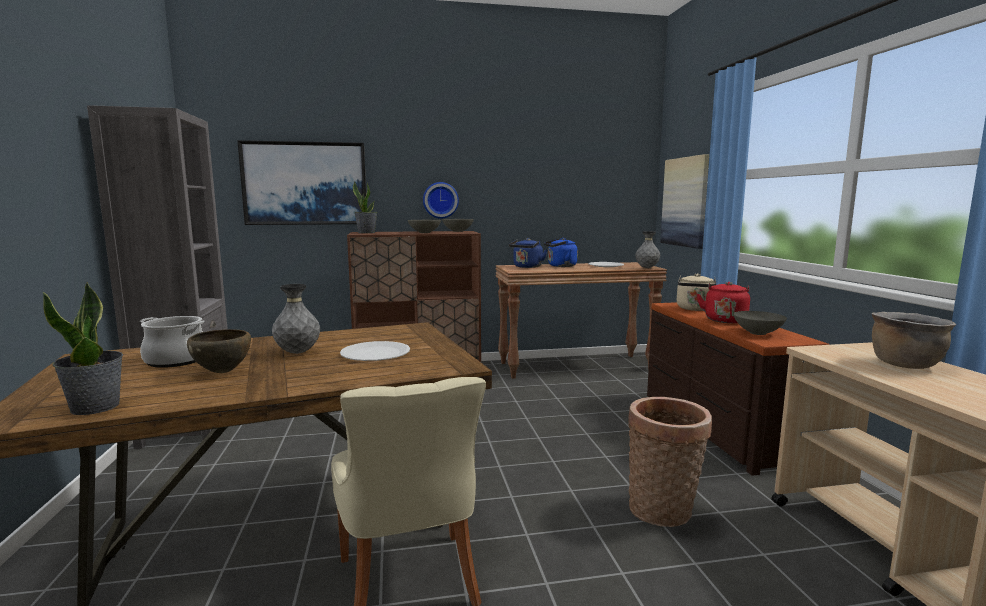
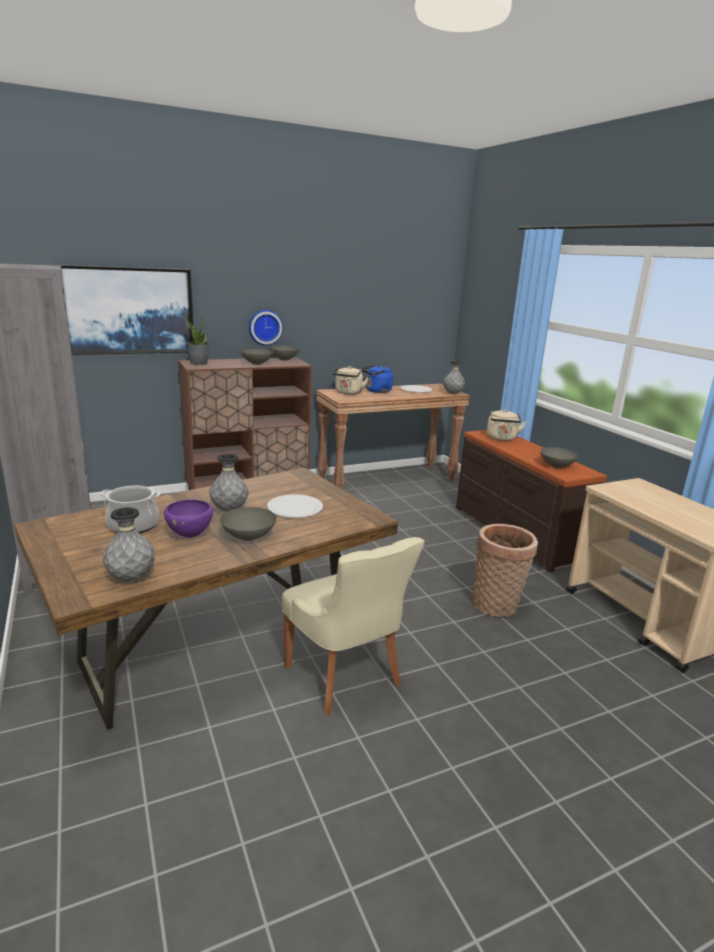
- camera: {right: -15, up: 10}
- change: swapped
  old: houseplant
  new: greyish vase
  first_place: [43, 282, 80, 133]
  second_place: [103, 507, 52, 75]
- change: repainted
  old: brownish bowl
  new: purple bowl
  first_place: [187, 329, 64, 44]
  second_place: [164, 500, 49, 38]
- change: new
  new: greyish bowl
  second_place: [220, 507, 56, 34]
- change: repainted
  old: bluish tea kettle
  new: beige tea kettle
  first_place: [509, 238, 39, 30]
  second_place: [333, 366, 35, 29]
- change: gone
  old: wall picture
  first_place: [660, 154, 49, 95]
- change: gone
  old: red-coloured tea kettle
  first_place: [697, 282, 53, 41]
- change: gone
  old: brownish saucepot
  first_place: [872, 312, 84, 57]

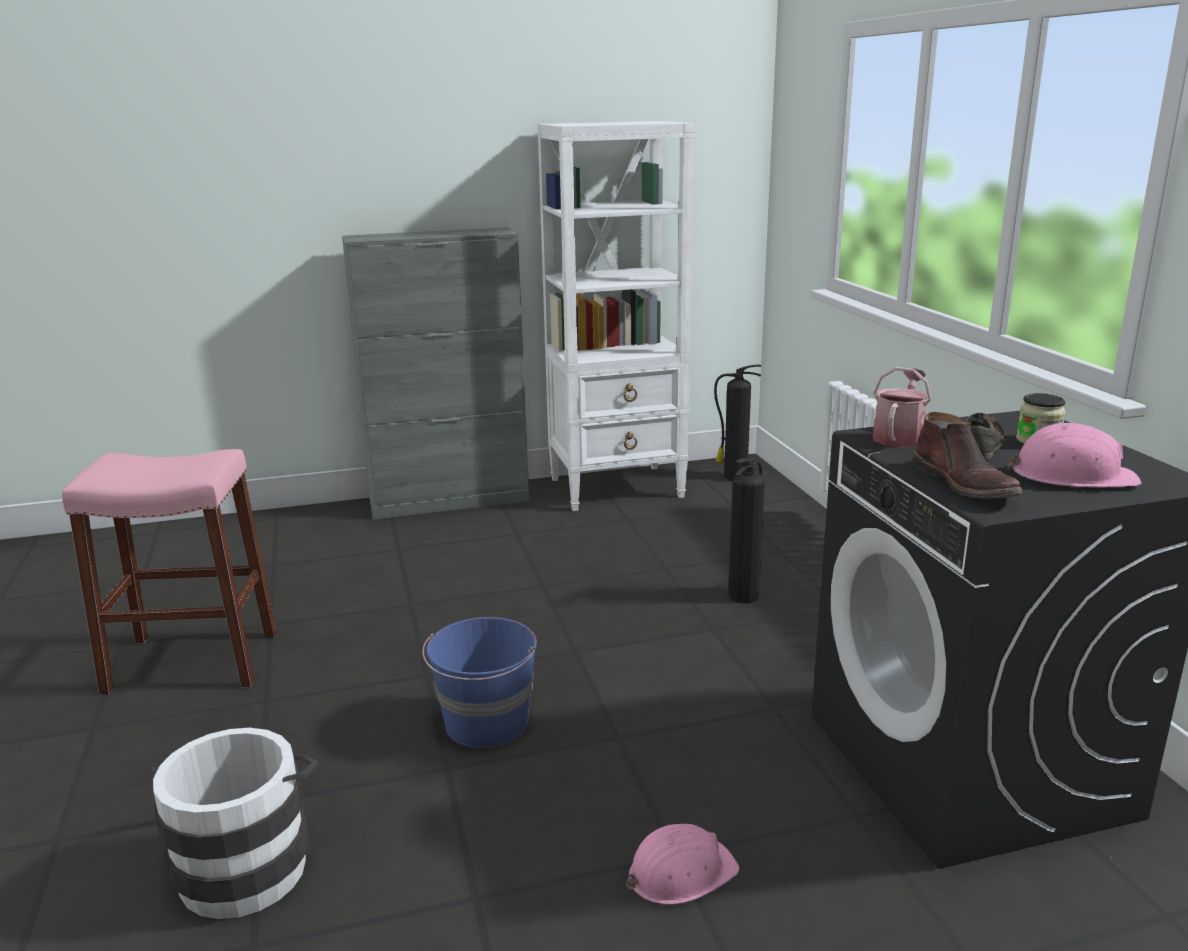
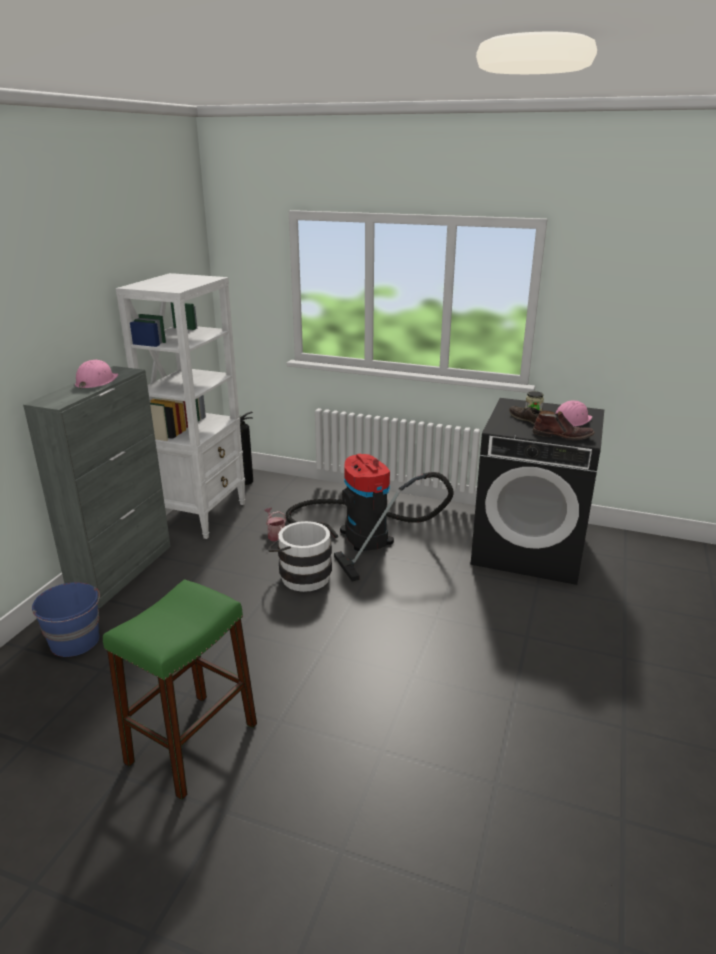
- camera: {right: -55, up: 5}
- change: shifted
  old: bluish water bucket
  first_place: [422, 617, 115, 131]
  second_place: [32, 582, 68, 75]
- change: shifted
  old: pinkish safety helmet
  first_place: [626, 824, 113, 81]
  second_place: [75, 360, 43, 29]
- change: repainted
  old: pinkish stool
  new: green stool
  first_place: [62, 449, 215, 245]
  second_place: [103, 579, 154, 221]
- change: shifted
  old: sprinkling can
  first_place: [872, 367, 59, 80]
  second_place: [264, 508, 22, 33]
- change: shifted
  old: white-coloured water bucket
  first_place: [151, 728, 168, 191]
  second_place: [268, 521, 64, 71]
- change: swapped
  old: fire-fighting cylinder
  new: vacuum cleaner
  first_place: [728, 458, 37, 145]
  second_place: [286, 453, 168, 128]

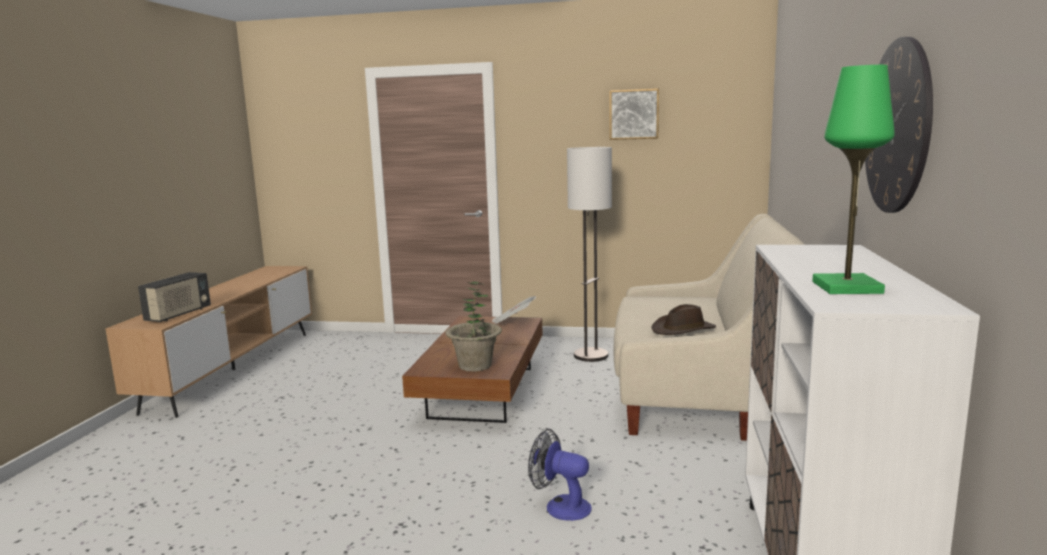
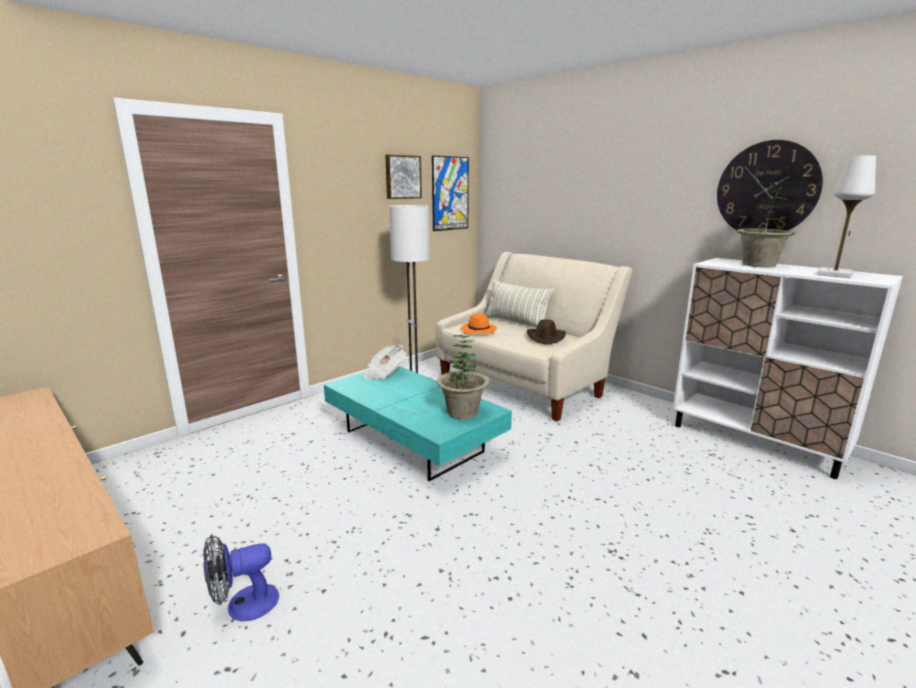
- camera: {right: -55, up: 5}
- change: shifted
  old: fan
  first_place: [528, 429, 64, 92]
  second_place: [203, 535, 76, 86]
- change: repainted
  old: brownish lounge table
  new: blue-green lounge table
  first_place: [402, 316, 141, 107]
  second_place: [324, 366, 188, 115]
- change: new
  new: wall picture
  second_place: [432, 156, 37, 75]
- change: new
  new: orange clothing hat
  second_place: [461, 313, 36, 21]
- change: new
  new: pillow
  second_place: [485, 280, 69, 47]
- change: new
  new: houseplant
  second_place: [736, 183, 59, 85]
- change: repainted
  old: green tabletop lamp
  new: white-coloured tabletop lamp
  first_place: [813, 65, 82, 229]
  second_place: [817, 155, 59, 123]
- change: gone
  old: radio
  first_place: [138, 272, 73, 50]

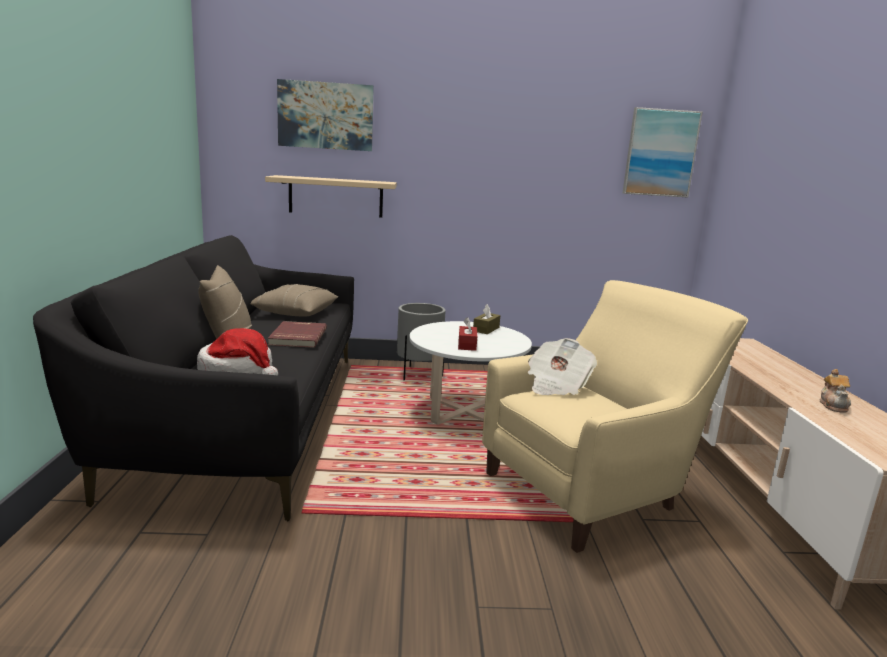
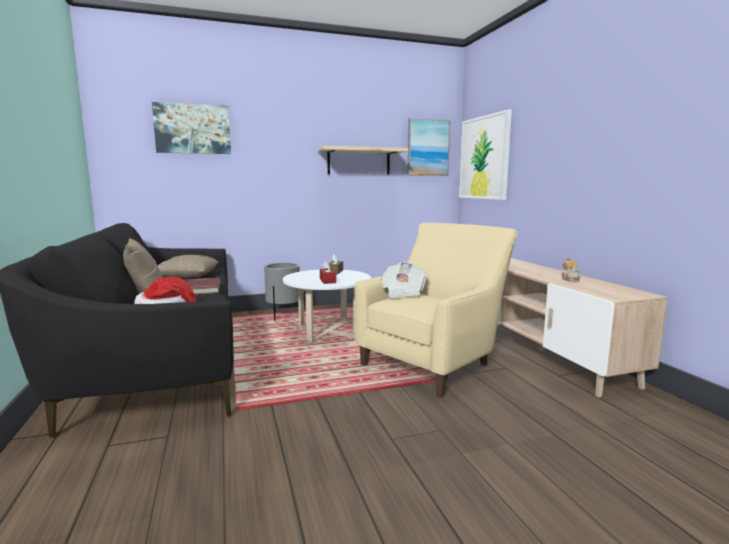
- camera: {right: -15, up: -5}
- change: shifted
  old: beige bracket shelf
  first_place: [265, 175, 132, 43]
  second_place: [318, 146, 90, 29]
- change: new
  new: wall picture
  second_place: [459, 109, 53, 91]

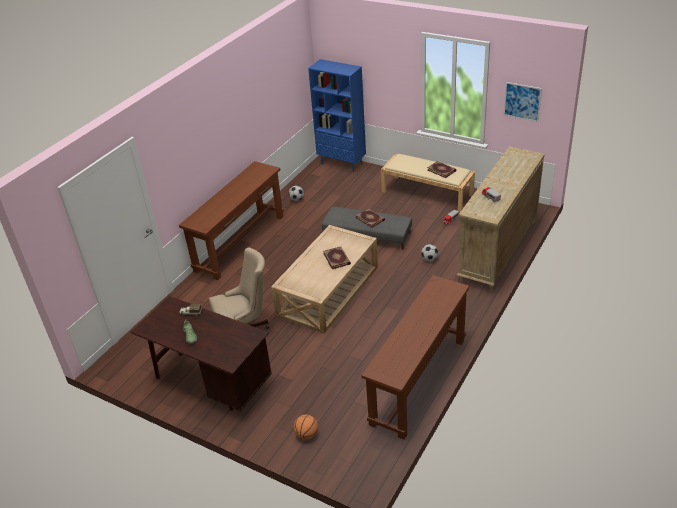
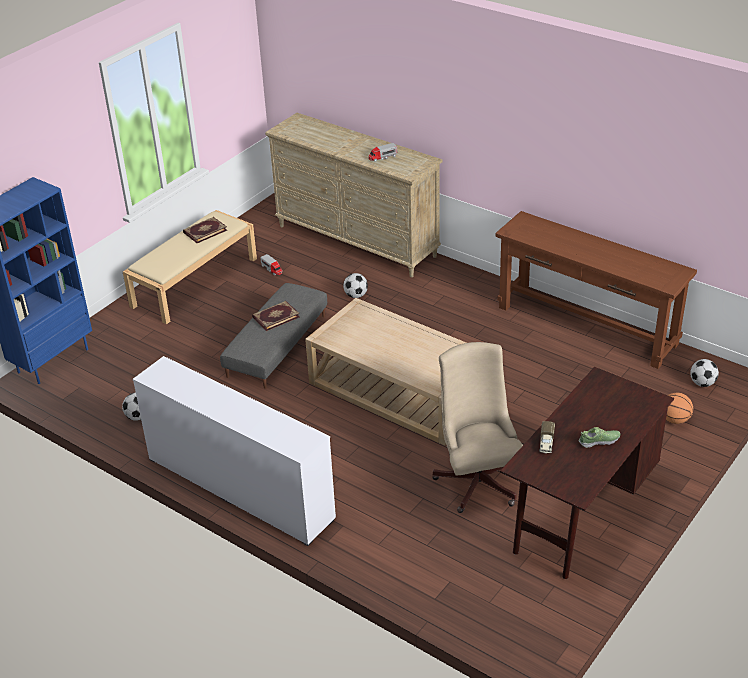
- camera: {right: -85, up: 0}
- change: swapped
  old: brownish console table
  new: white-coloured drawer chest
  first_place: [179, 161, 105, 119]
  second_place: [133, 356, 203, 190]
- change: new
  new: football ball
  second_place: [690, 359, 29, 28]
- change: gone
  old: bound book
  first_place: [323, 246, 28, 23]
- change: gone
  old: wall picture
  first_place: [504, 82, 38, 40]

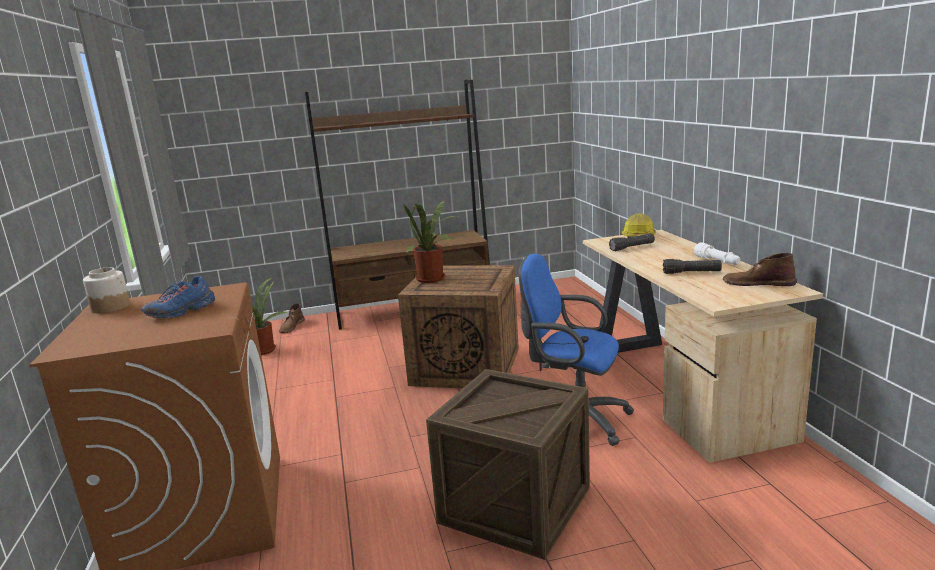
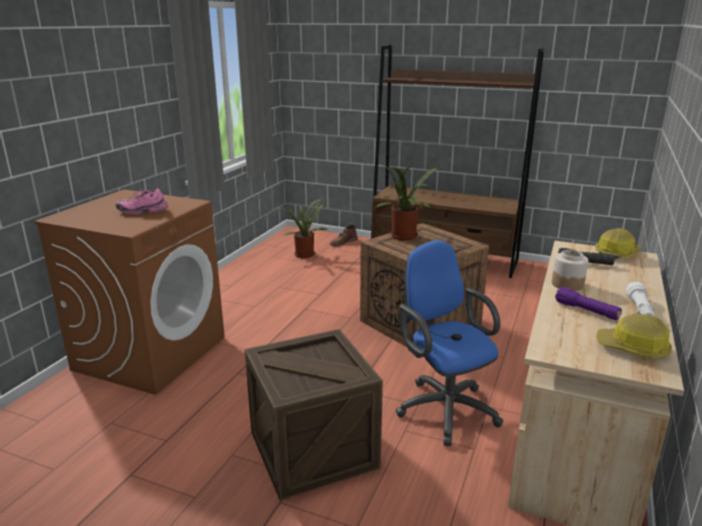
- camera: {right: 35, up: 5}
- change: repainted
  old: bluish low shoe
  new: pinkish low shoe
  first_place: [142, 276, 73, 43]
  second_place: [115, 189, 53, 26]
- change: shifted
  old: storage jar
  first_place: [83, 267, 47, 46]
  second_place: [552, 250, 36, 41]
- change: repainted
  old: black flashlight
  new: purple flashlight
  first_place: [663, 259, 59, 15]
  second_place: [555, 287, 67, 33]
- change: swapped
  old: brownish high-top boot
  new: safety helmet
  first_place: [723, 253, 73, 33]
  second_place: [596, 314, 76, 44]

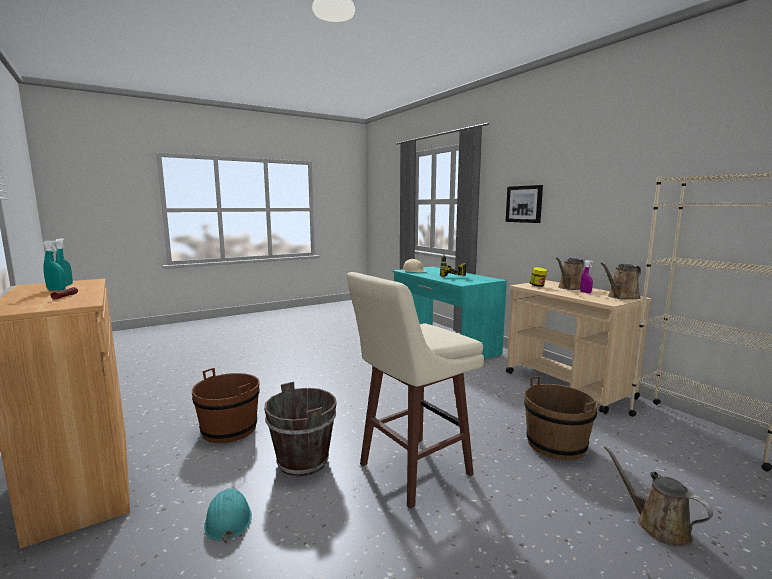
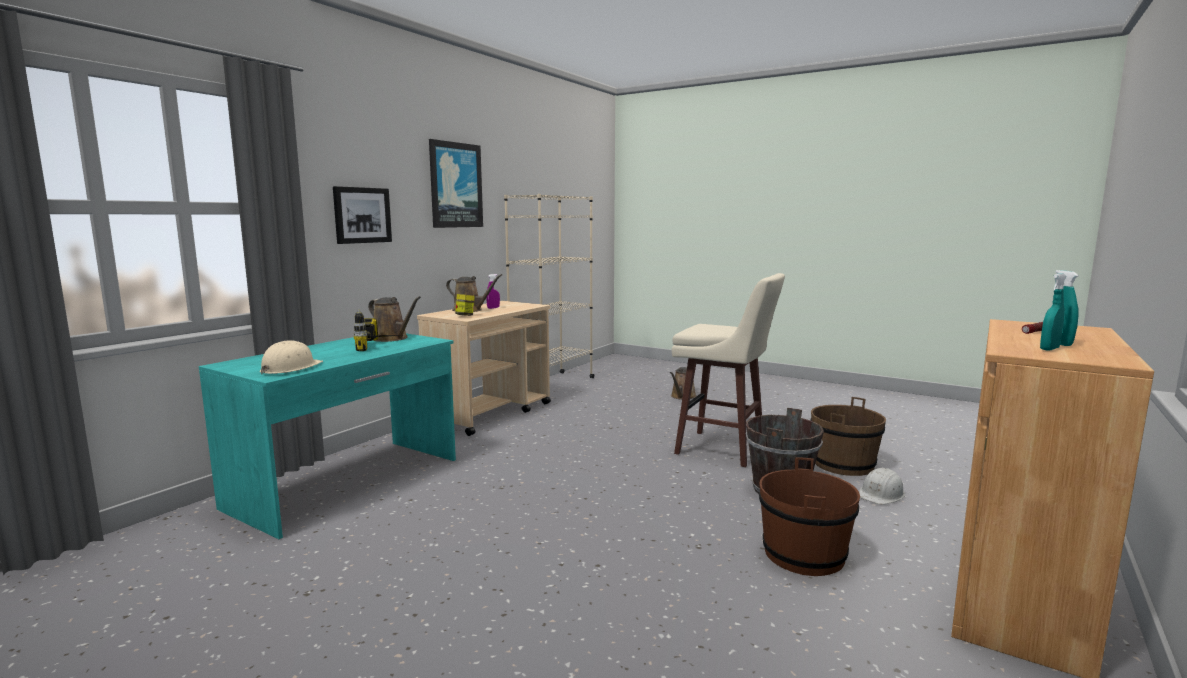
- camera: {right: -115, up: 0}
- change: shifted
  old: brownish sprinkling can
  first_place: [601, 263, 40, 37]
  second_place: [368, 296, 53, 46]
- change: new
  new: wall picture
  second_place: [429, 139, 54, 89]
- change: shifted
  old: brownish water bucket
  first_place: [524, 376, 74, 85]
  second_place: [811, 397, 75, 79]
- change: repainted
  old: blue-green safety helmet
  new: white-coloured safety helmet
  first_place: [204, 488, 48, 55]
  second_place: [859, 467, 46, 38]

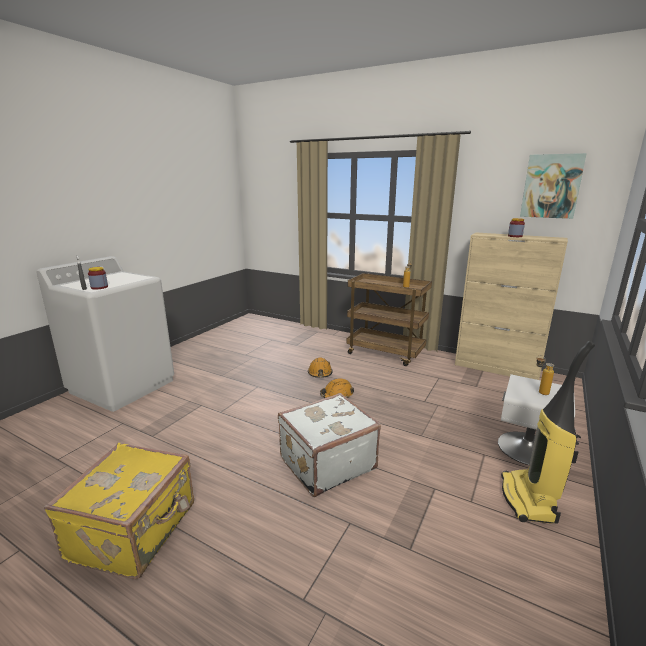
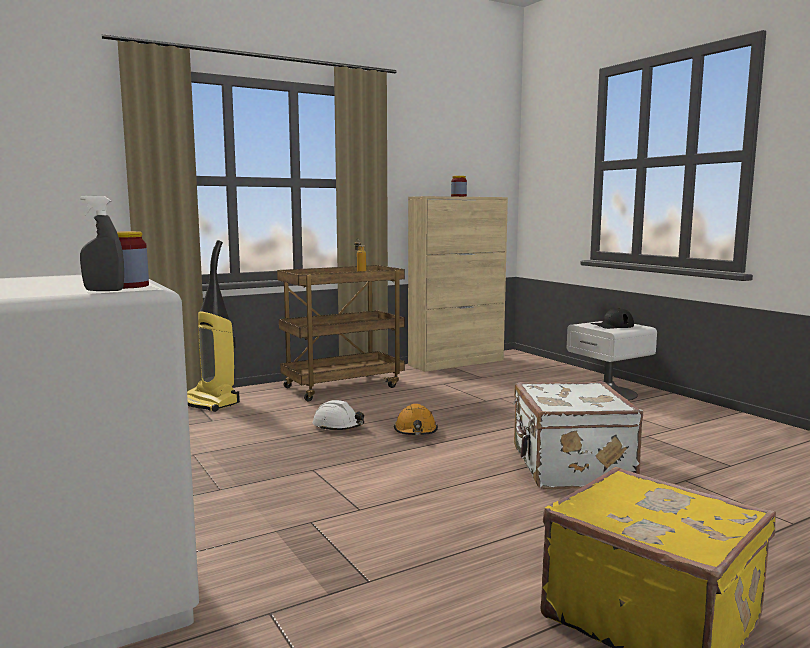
- camera: {right: -60, up: -10}
- change: shifted
  old: vacuum cleaner
  first_place: [501, 341, 94, 183]
  second_place: [187, 240, 53, 172]
- change: repainted
  old: orange safety helmet
  new: white-coloured safety helmet
  first_place: [308, 358, 25, 20]
  second_place: [313, 400, 51, 31]
- change: swapped
  old: beverage bottle
  new: black baseball cap
  first_place: [536, 355, 18, 40]
  second_place: [591, 308, 43, 21]
- change: gone
  old: wall picture
  first_place: [520, 153, 67, 66]

